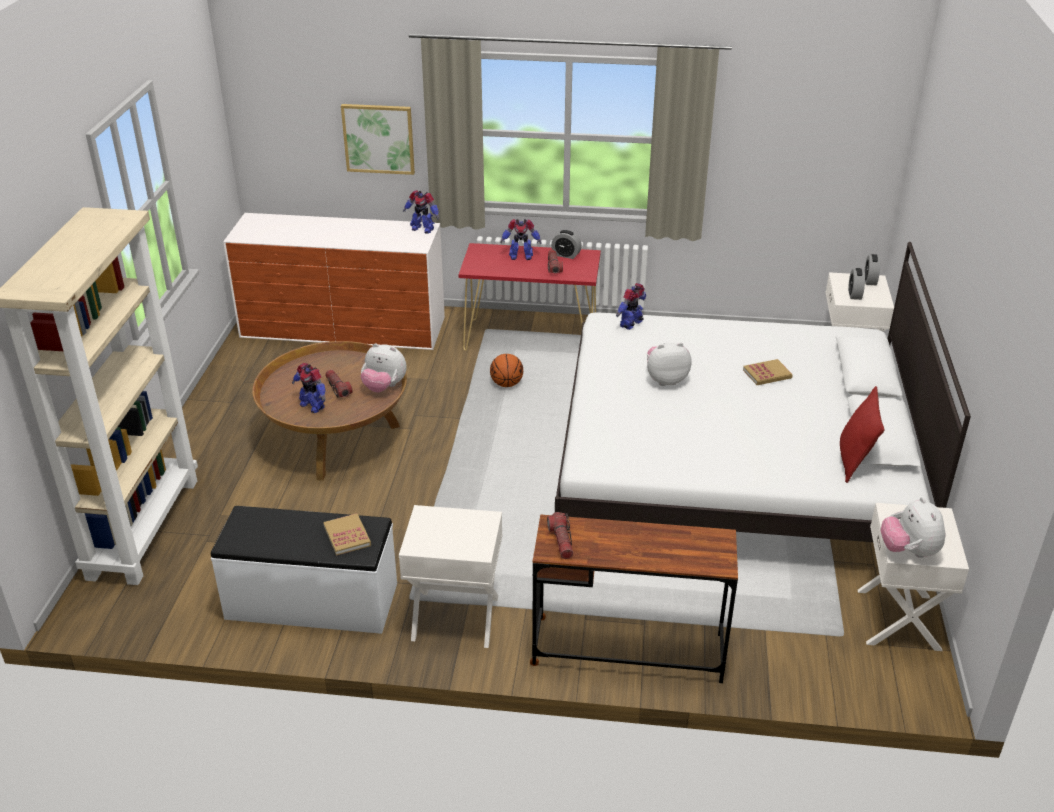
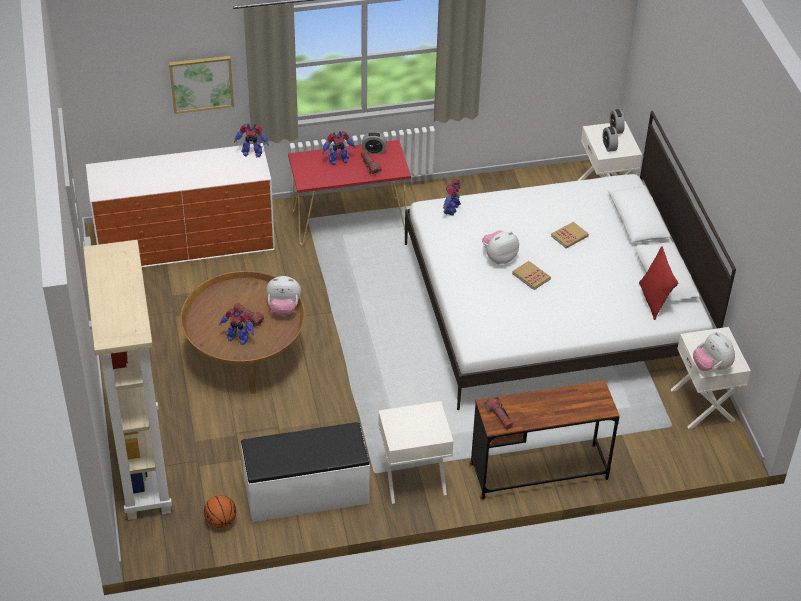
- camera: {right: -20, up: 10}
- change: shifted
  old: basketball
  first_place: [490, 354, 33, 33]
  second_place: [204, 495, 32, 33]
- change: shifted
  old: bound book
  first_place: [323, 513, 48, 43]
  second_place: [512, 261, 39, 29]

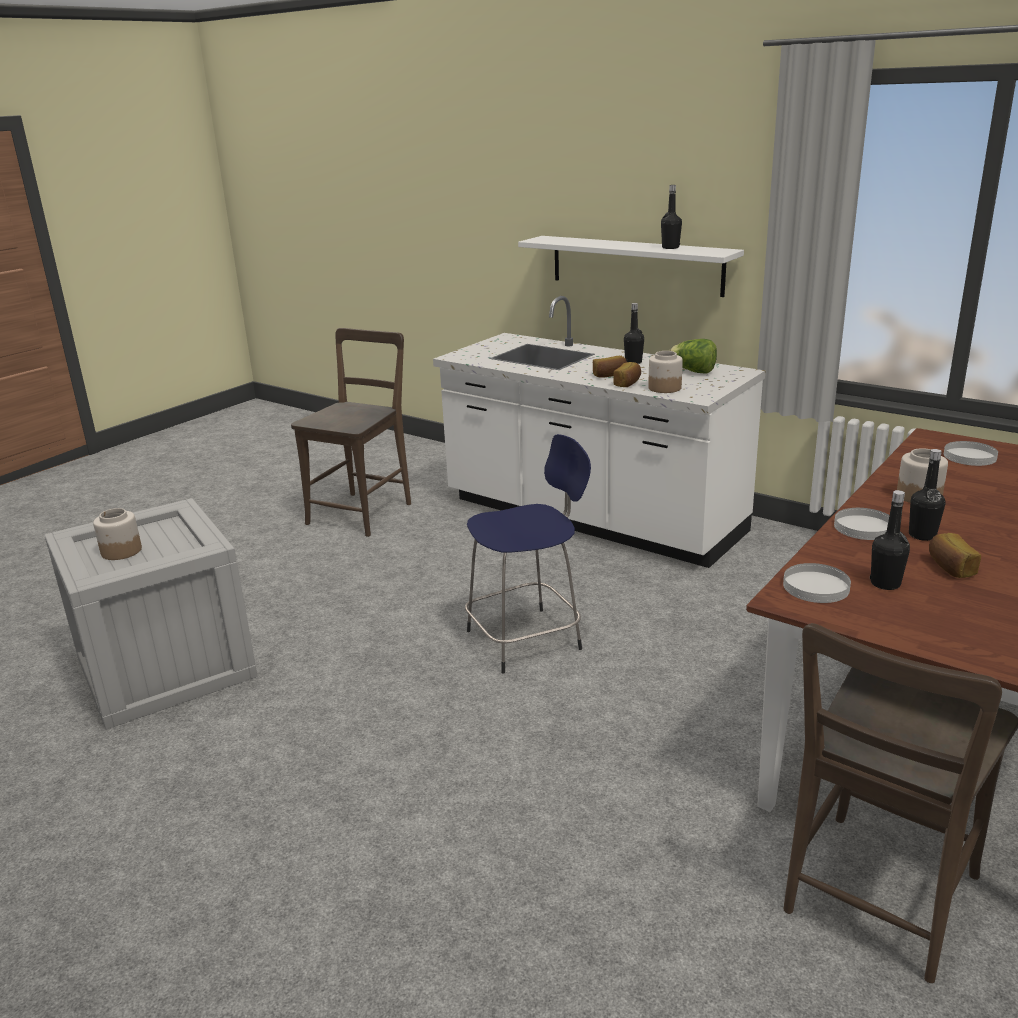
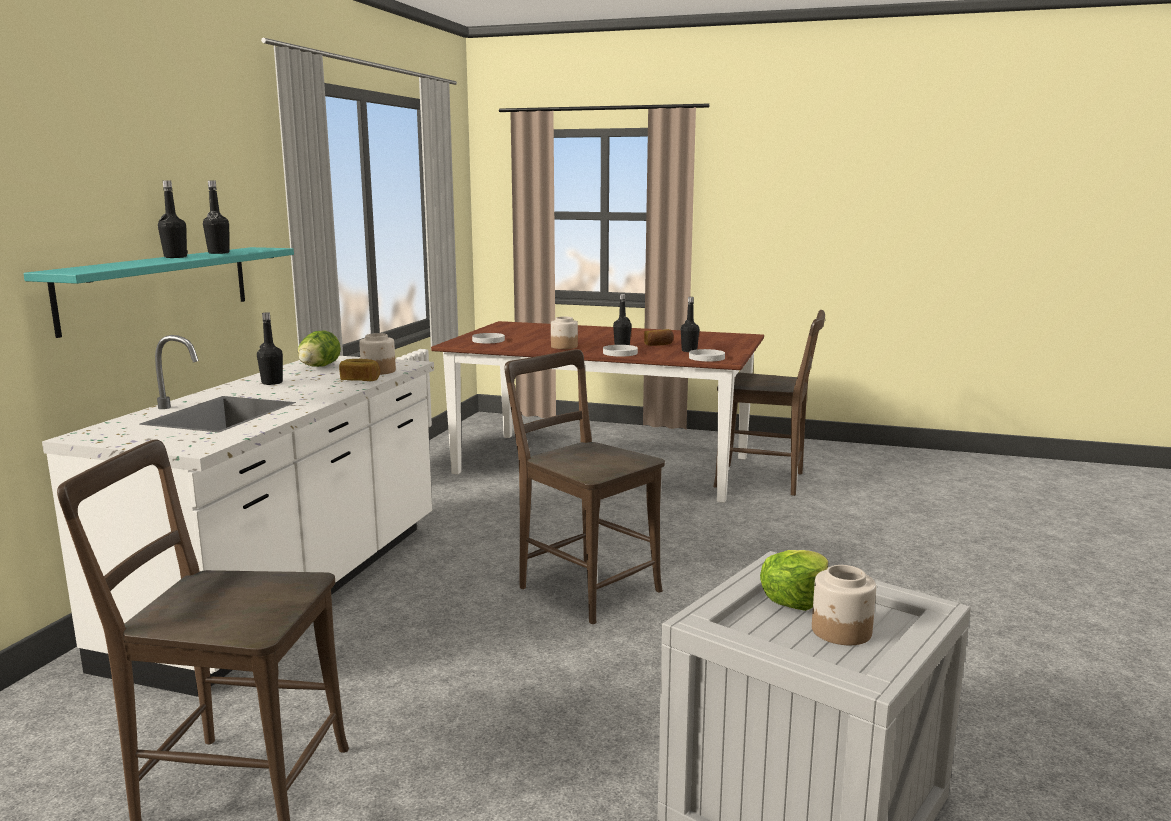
- camera: {right: -110, up: -10}
- change: repainted
  old: white-coloured bracket shelf
  new: blue-green bracket shelf
  first_place: [518, 236, 226, 61]
  second_place: [23, 247, 271, 91]
- change: new
  new: black beverage bottle
  second_place: [158, 181, 30, 77]
- change: swapped
  old: bluish stool
  new: brownish chair
  first_place: [465, 434, 126, 240]
  second_place: [504, 349, 161, 275]
- change: new
  new: lettuce head
  second_place: [760, 550, 68, 61]
- change: gone
  old: bakery bread
  first_place: [593, 356, 34, 22]

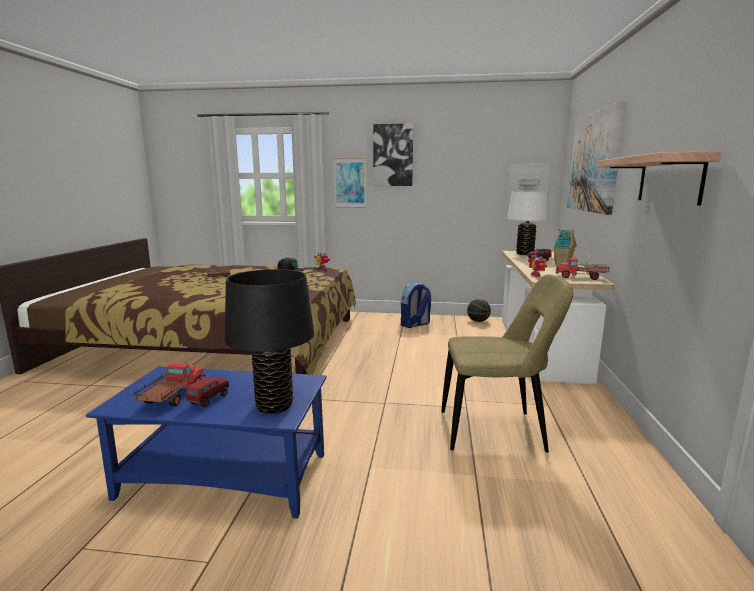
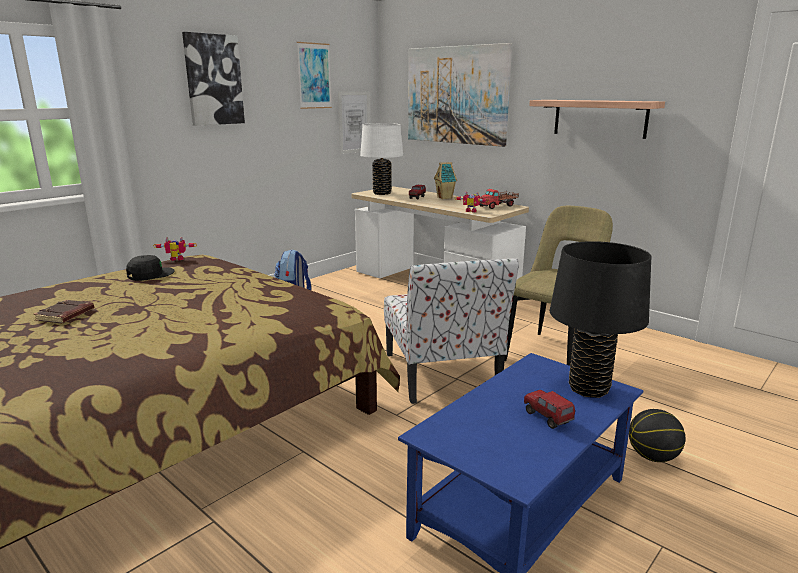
- camera: {right: -55, up: 5}
- change: shifted
  old: wall picture
  first_place: [334, 158, 32, 50]
  second_place: [297, 42, 35, 67]
- change: new
  new: chair
  second_place: [384, 258, 135, 146]
- change: shifted
  old: basketball
  first_place: [467, 299, 24, 23]
  second_place: [629, 409, 56, 53]
- change: gone
  old: toy lorry
  first_place: [133, 362, 72, 44]

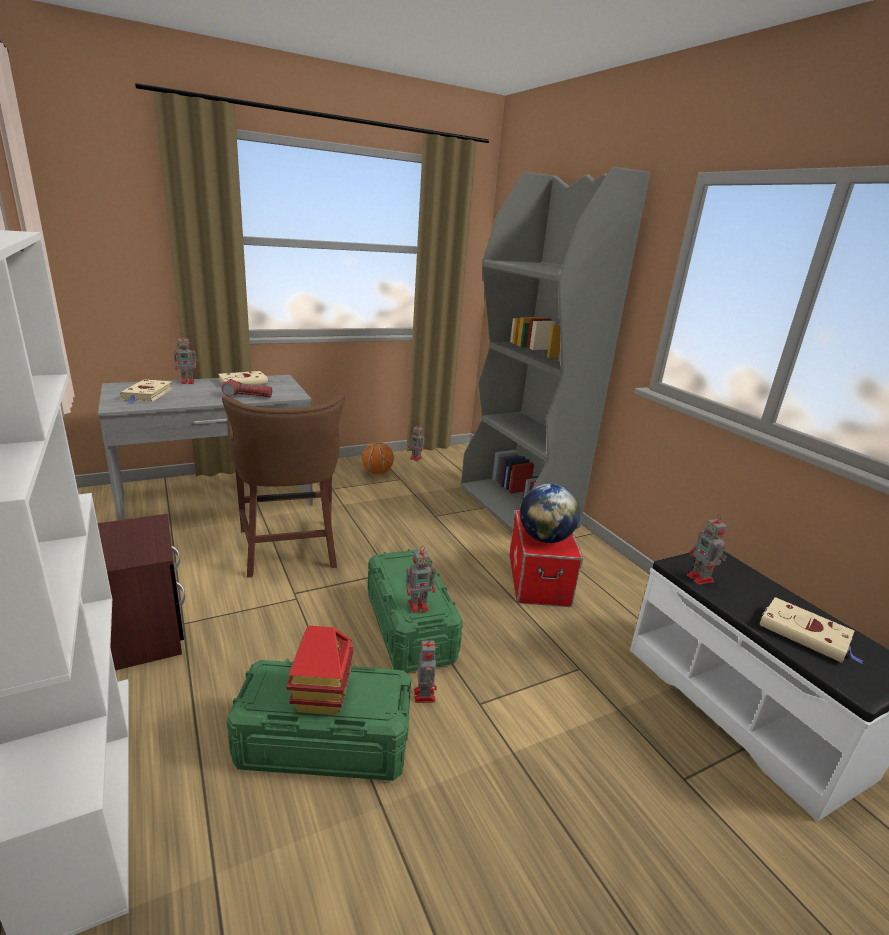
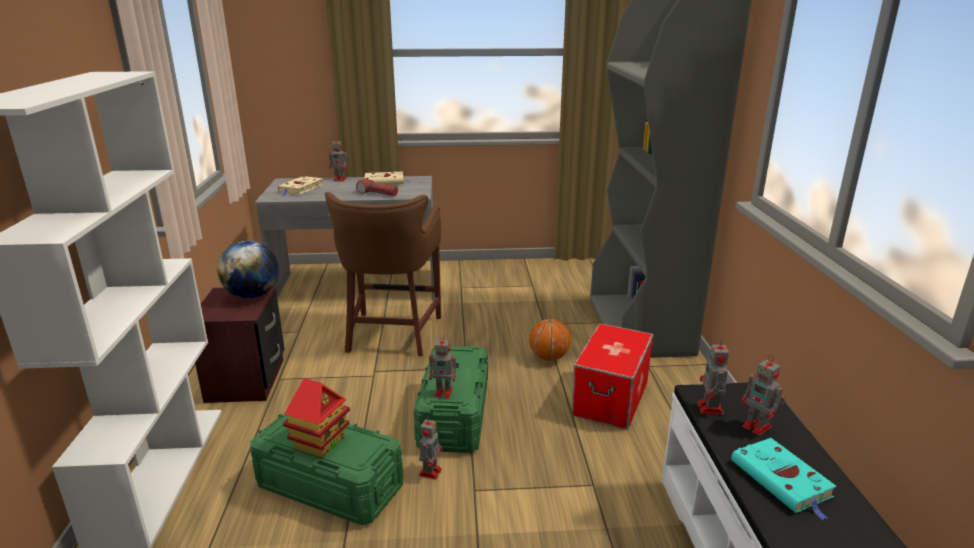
- camera: {right: 25, up: 0}
- change: shifted
  old: world globe
  first_place: [520, 484, 60, 59]
  second_place: [218, 241, 61, 57]
- change: shifted
  old: basketball
  first_place: [362, 442, 32, 32]
  second_place: [529, 319, 42, 42]
- change: repainted
  old: beige bound book
  new: blue-green bound book
  first_place: [760, 597, 103, 67]
  second_place: [731, 438, 106, 82]
- change: shifted
  old: model robot
  first_place: [408, 423, 18, 38]
  second_place: [741, 355, 44, 81]

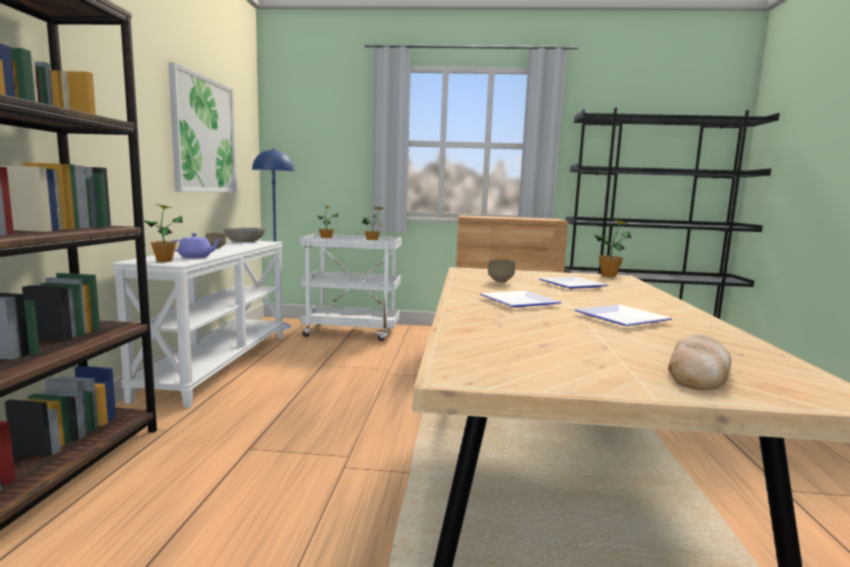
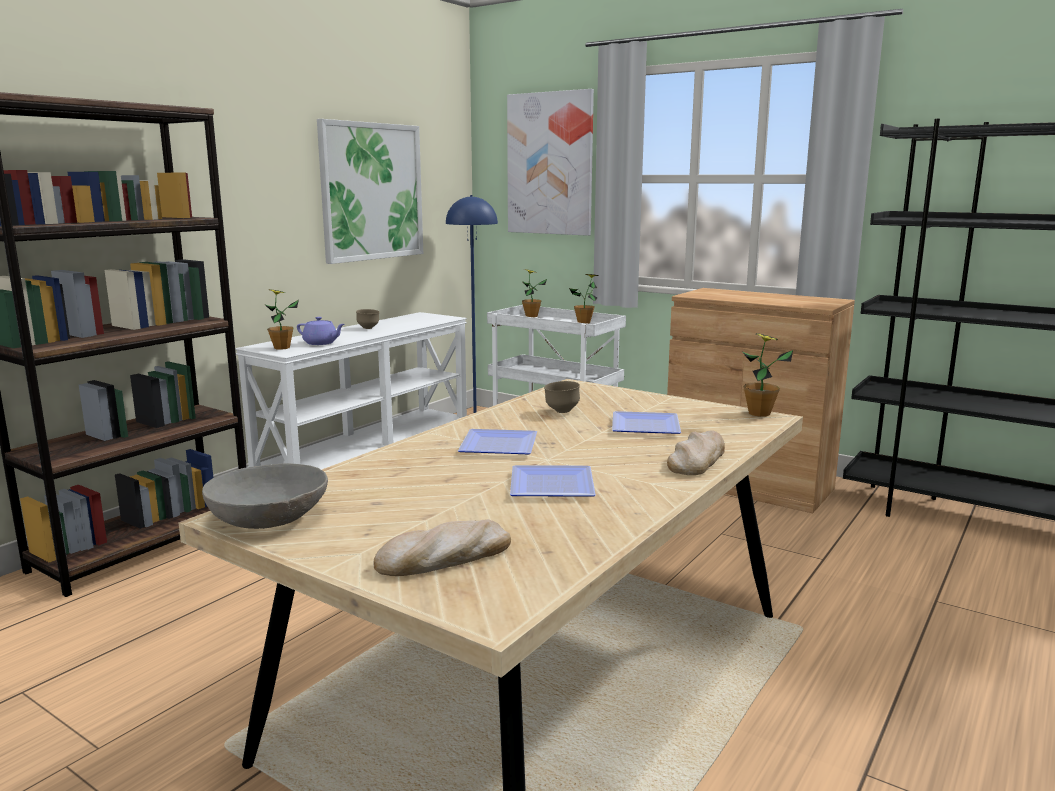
- camera: {right: 30, up: 5}
- change: shifted
  old: greyish bowl
  first_place: [224, 228, 42, 14]
  second_place: [202, 463, 126, 66]
- change: new
  new: wall picture
  second_place: [507, 89, 87, 147]
- change: new
  new: bakery bread
  second_place: [667, 430, 58, 45]

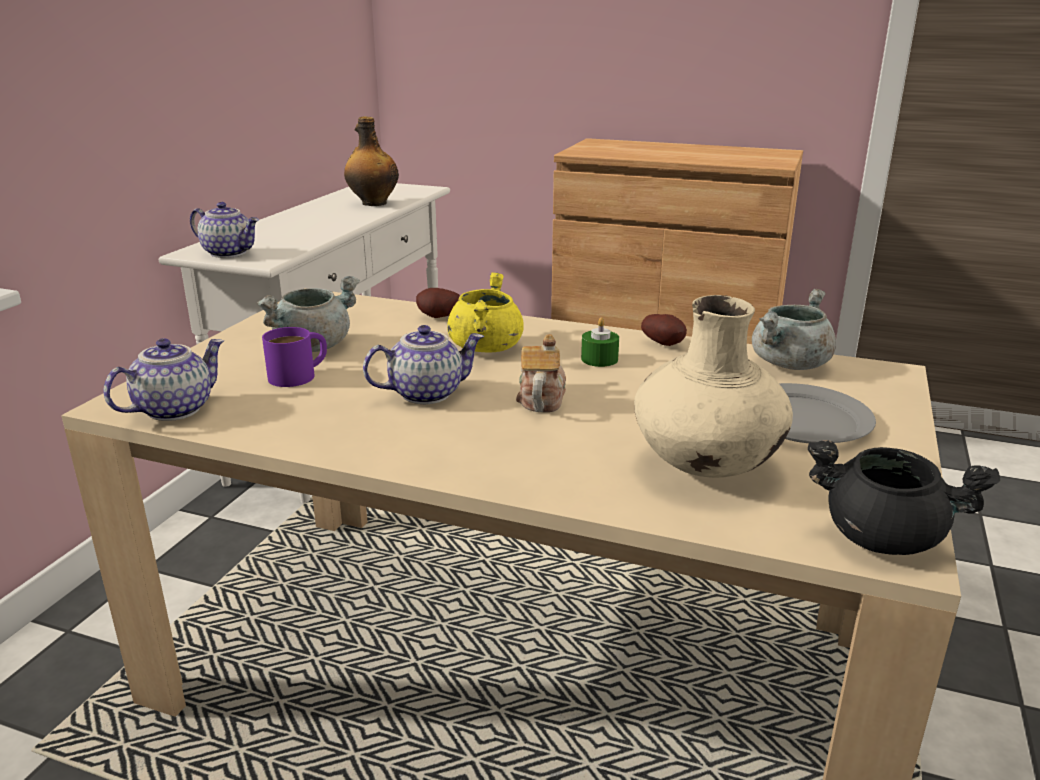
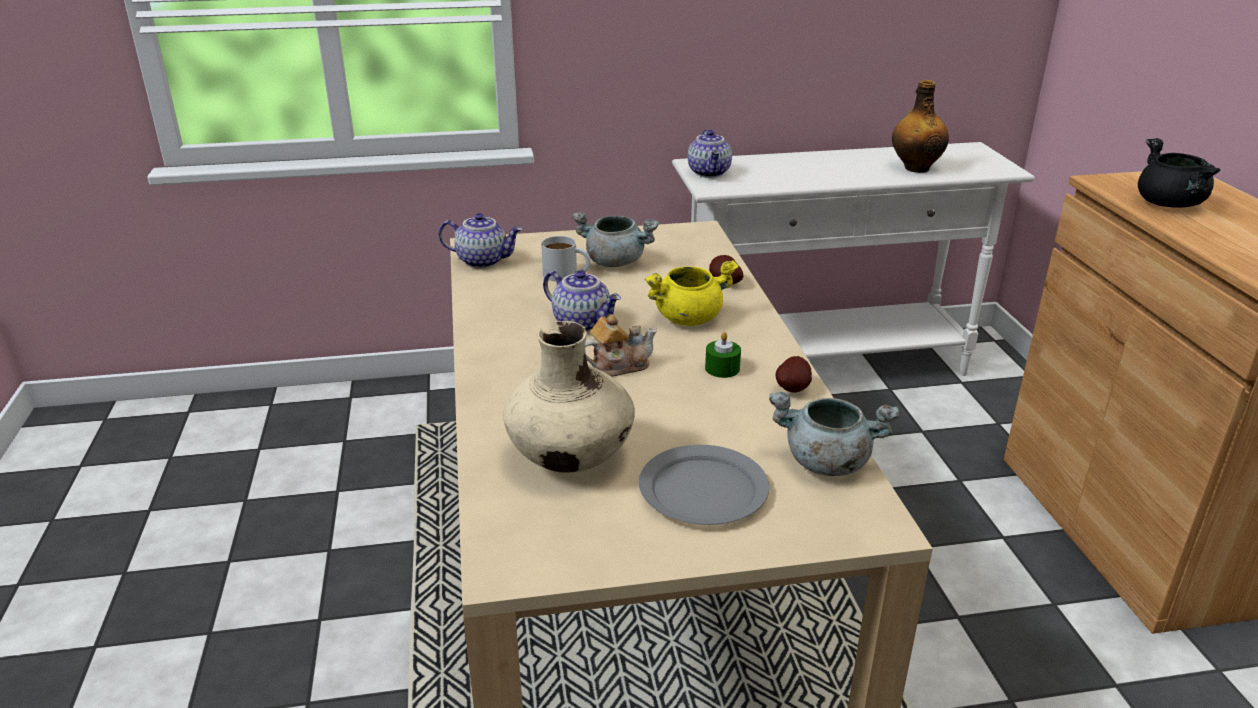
- camera: {right: 60, up: 5}
- change: repainted
  old: purple mug
  new: white-coloured mug
  first_place: [262, 327, 65, 60]
  second_place: [541, 236, 49, 45]
- change: shifted
  old: black saucepot
  first_place: [808, 440, 192, 115]
  second_place: [1138, 138, 82, 70]

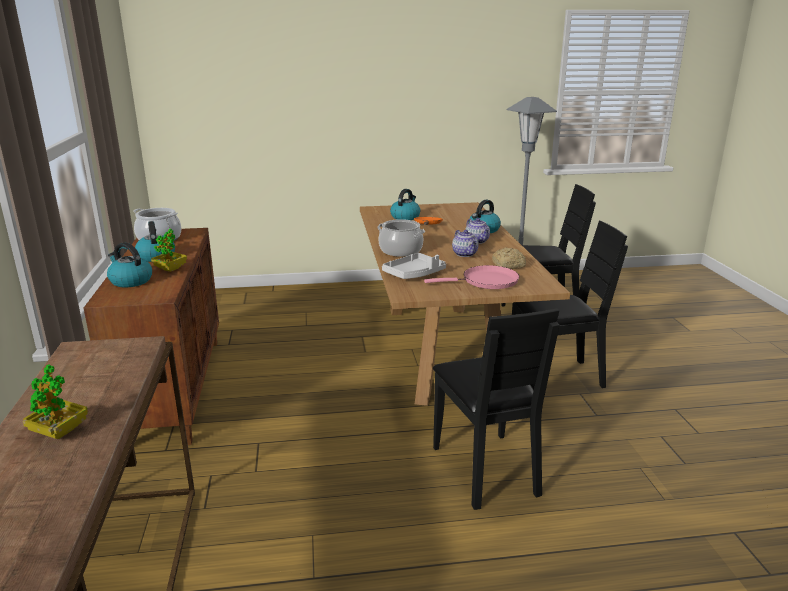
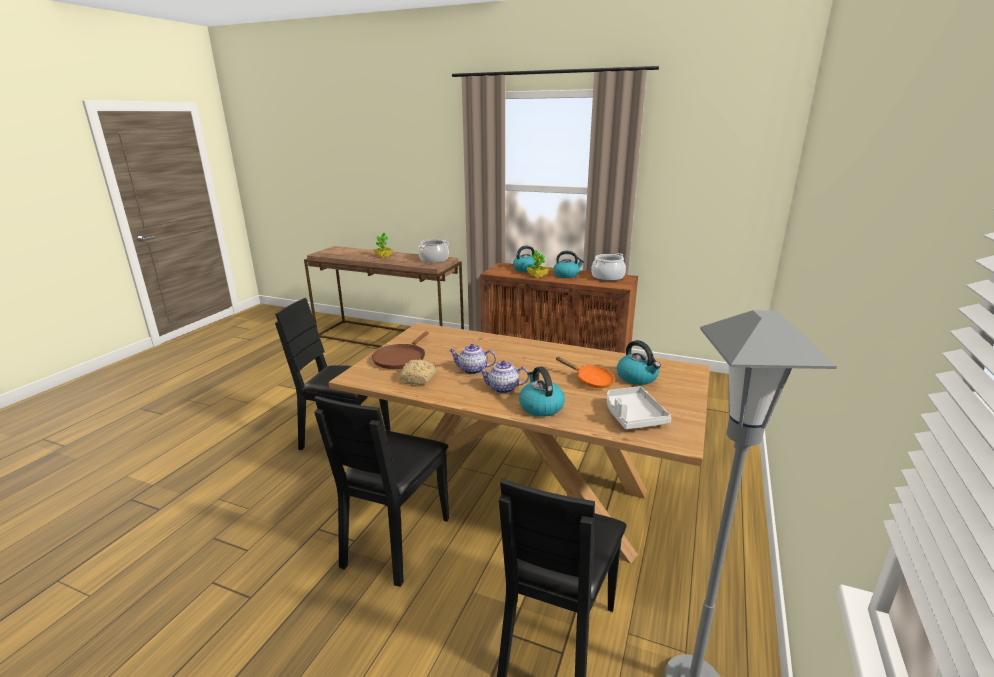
- camera: {right: 120, up: 0}
- change: repainted
  old: pinkish pan
  new: brownish pan
  first_place: [424, 265, 95, 24]
  second_place: [372, 332, 57, 37]
- change: shifted
  old: saucepot
  first_place: [377, 219, 48, 38]
  second_place: [418, 239, 31, 24]
- change: shifted
  old: greyish serving tray
  first_place: [382, 253, 64, 26]
  second_place: [607, 386, 64, 43]

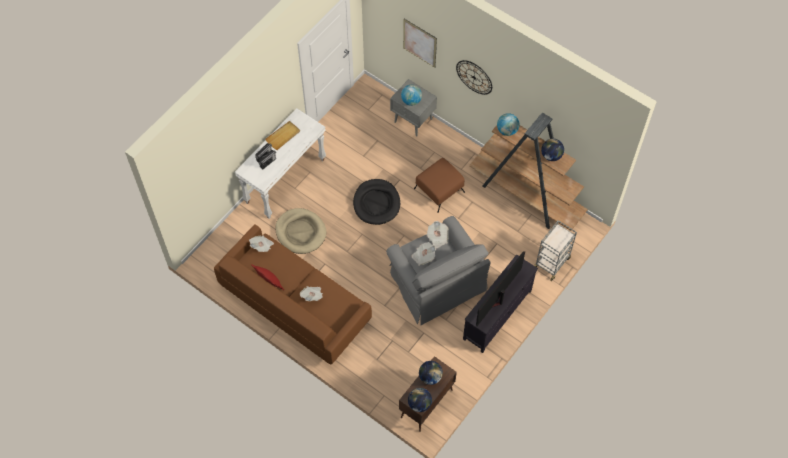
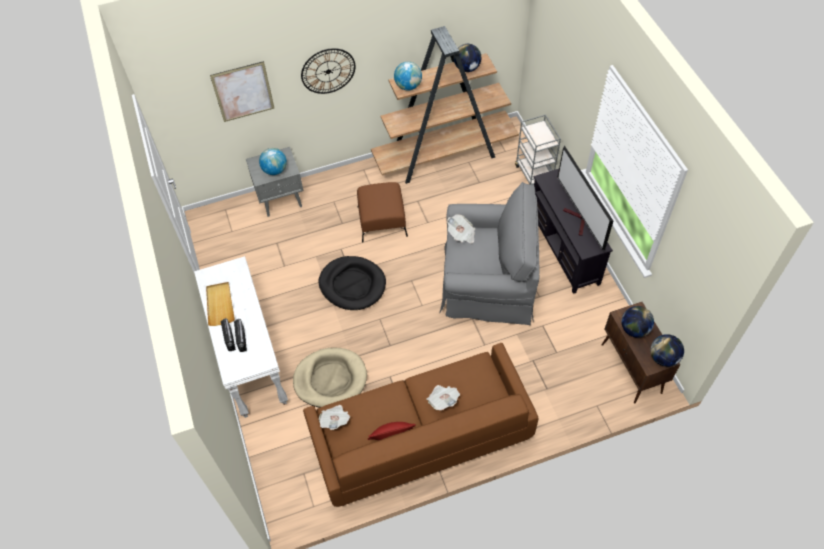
- camera: {right: -55, up: -5}
- change: gone
  old: newspaper
  first_place: [411, 242, 25, 24]

